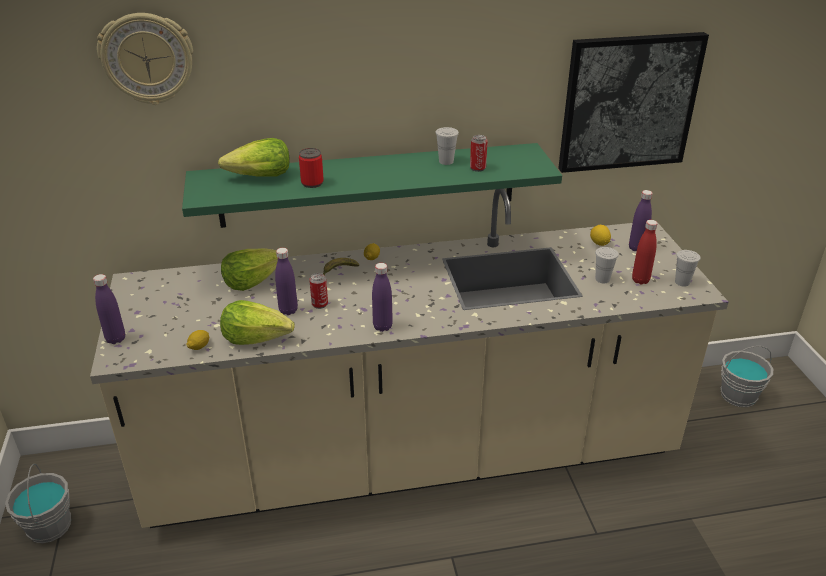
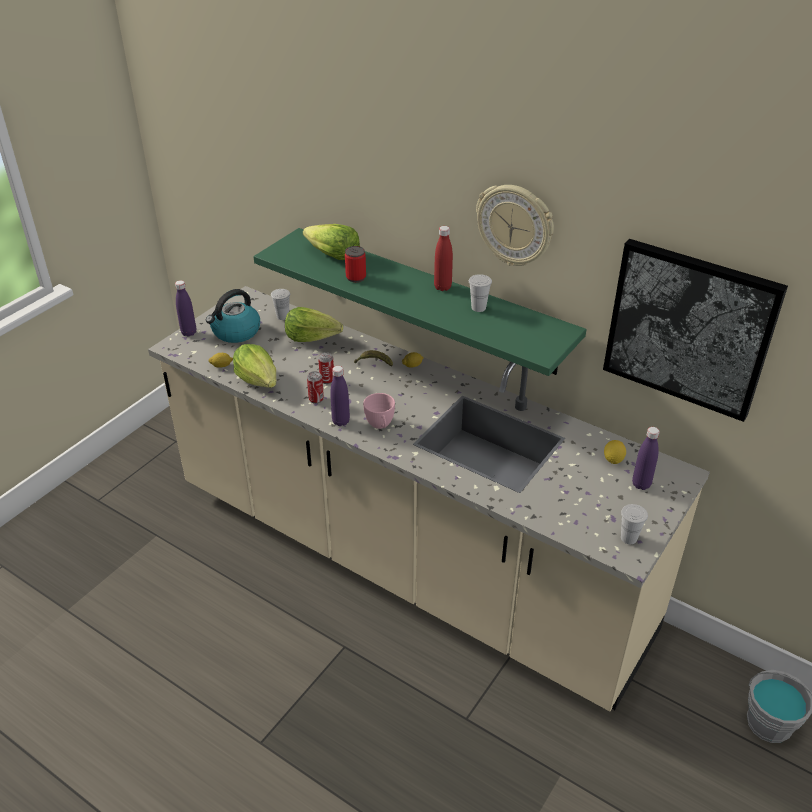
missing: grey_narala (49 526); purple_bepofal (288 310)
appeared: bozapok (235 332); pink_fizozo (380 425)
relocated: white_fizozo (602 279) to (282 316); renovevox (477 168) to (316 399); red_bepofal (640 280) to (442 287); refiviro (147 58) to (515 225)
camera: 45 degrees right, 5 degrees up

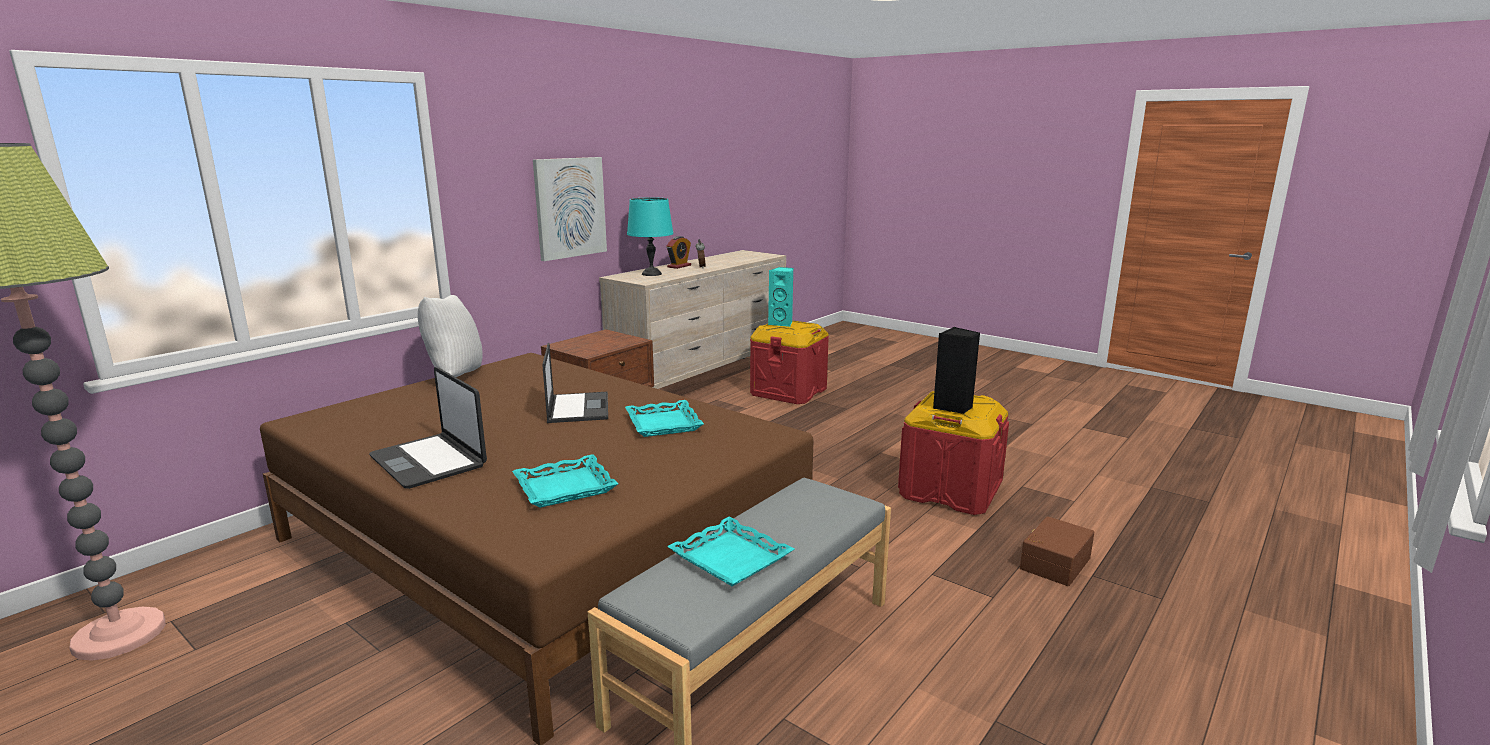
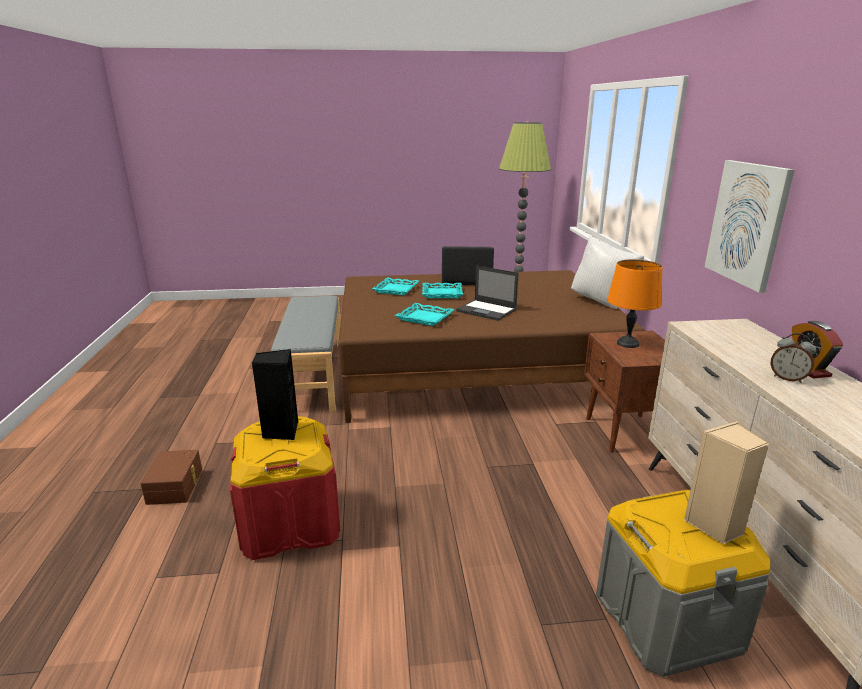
missing: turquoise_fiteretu (652 274)
appeared: orange_fiteretu (627 343)
relocated: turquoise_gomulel (730 559) to (442 293)
colour: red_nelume (788 392) to grey_nelume (666 619); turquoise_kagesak (782 323) to beige_kagesak (715 526)
camera: 135 degrees right, 5 degrees up

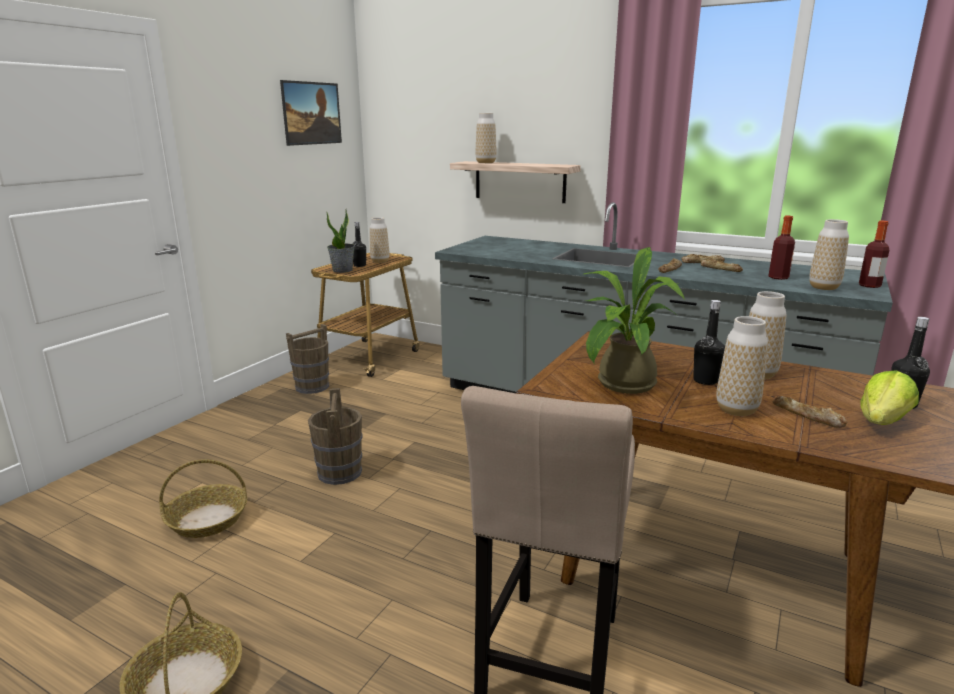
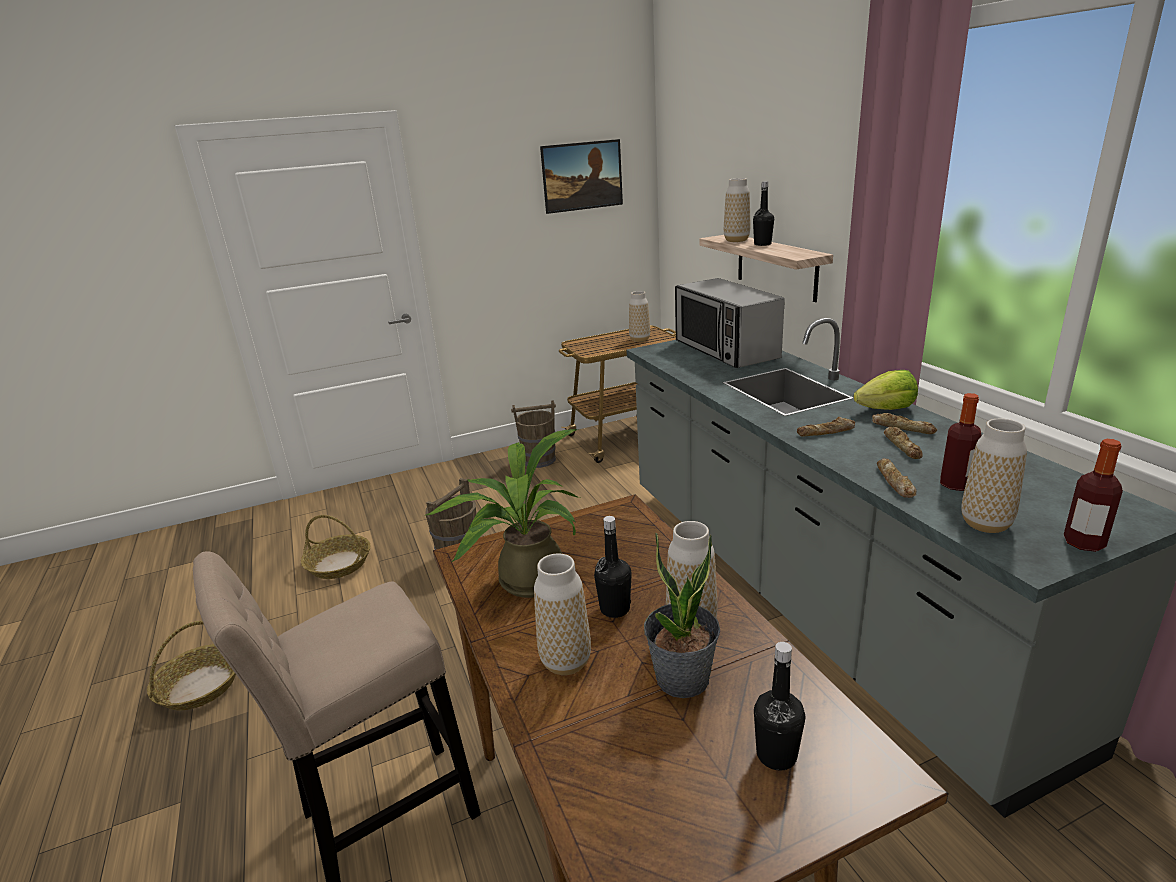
appeared: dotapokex (725 350)
relocated: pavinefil (343 270) to (682 679); black_bepofal (359 265) to (762 244); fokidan (882 422) to (886 409); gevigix (807 416) to (894 482)
camera: 40 degrees right, 5 degrees up

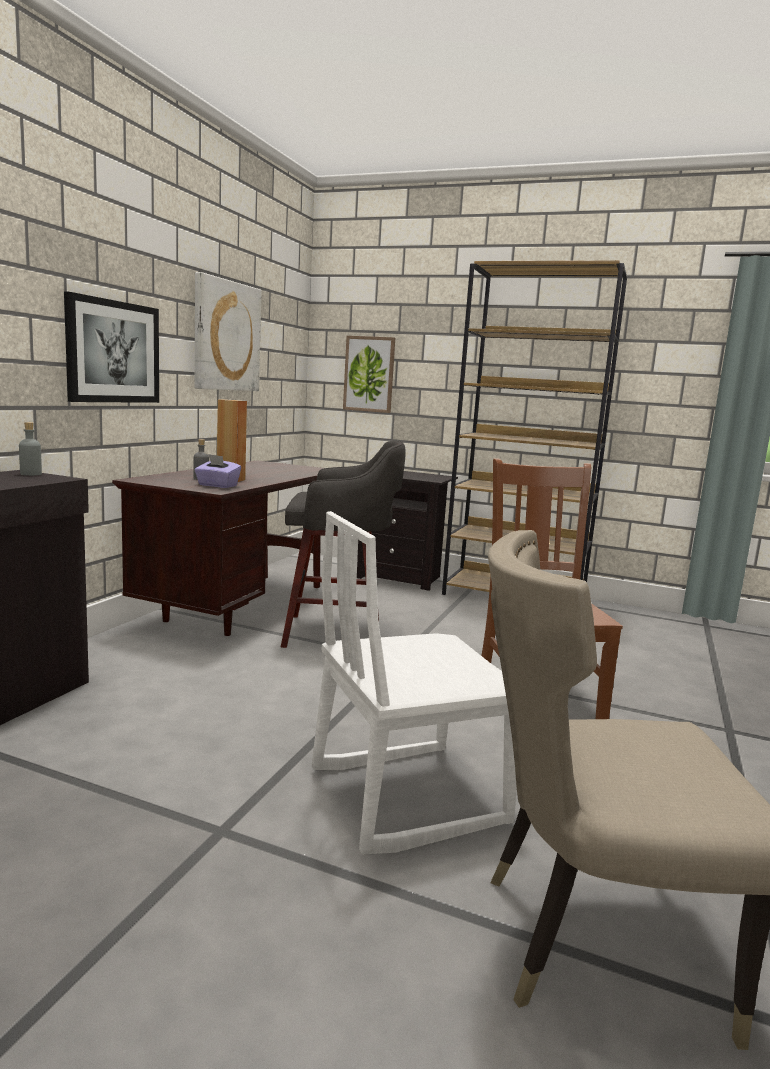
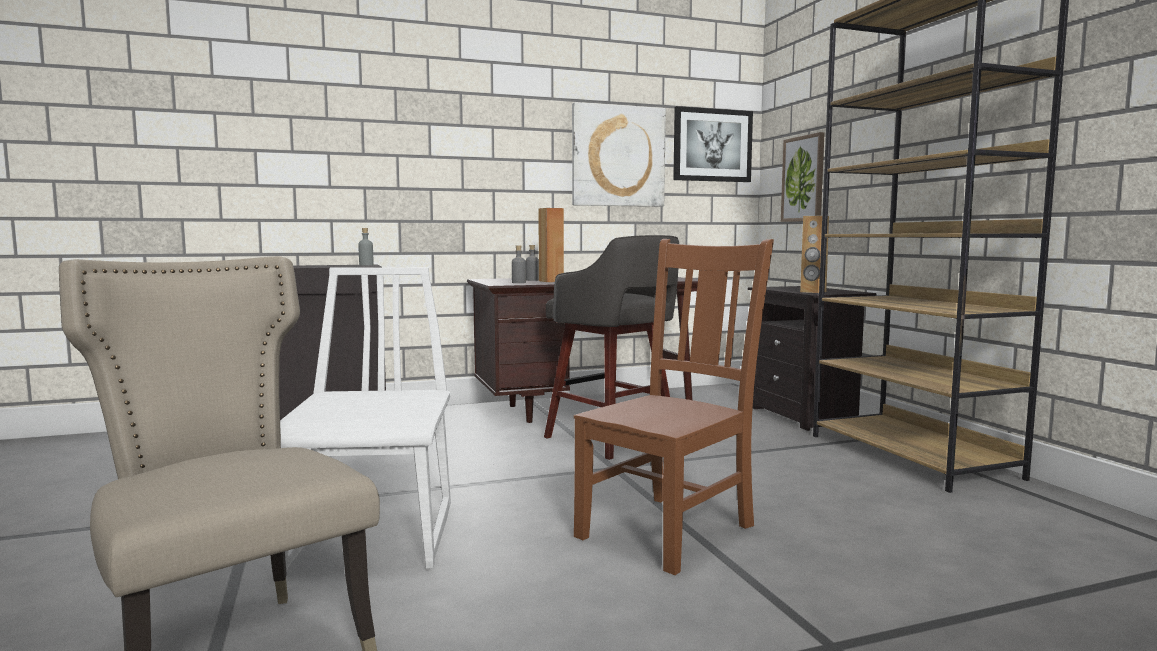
appeared: brown_kagesak (813 292)
relocated: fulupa (113 352) to (712 145)
exchanged: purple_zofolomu (217 485) to grey_bepofal (518 282)
spun: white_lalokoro (406 795) = (375 538) 60 degrees clockwise
camera: 50 degrees right, 5 degrees down

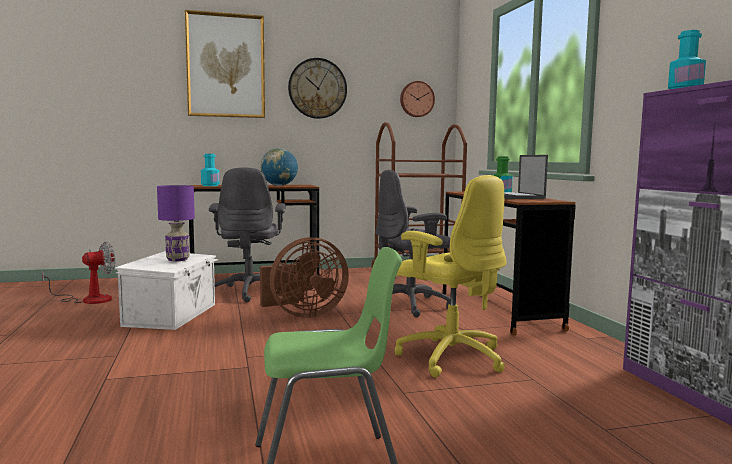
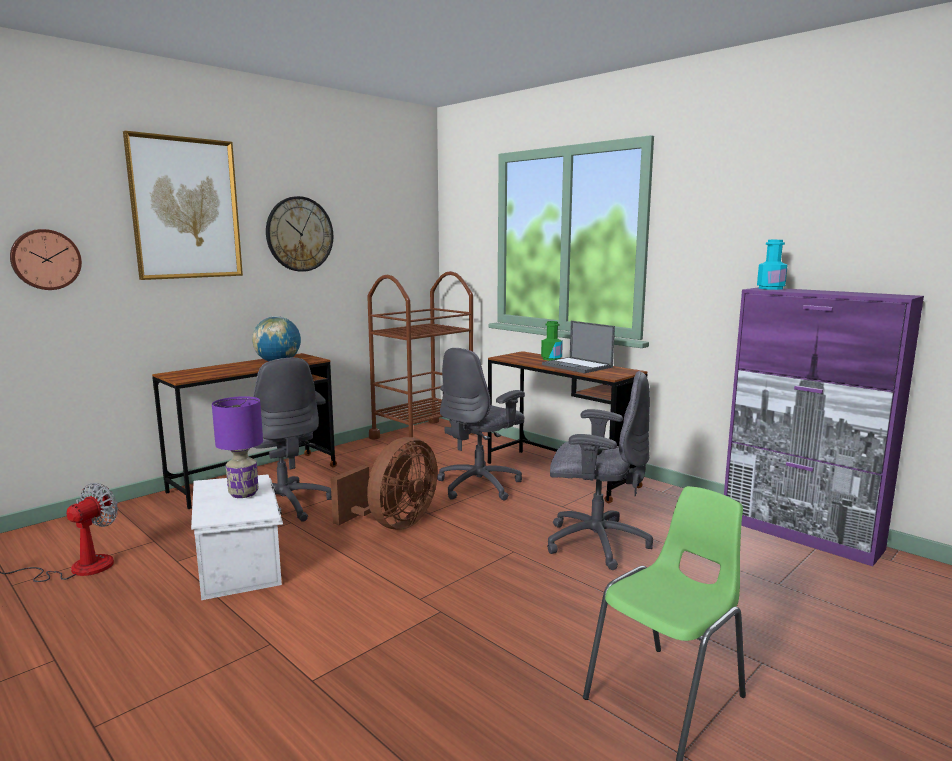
missing: turquoise_bepofal (210 185)
relocated: refiviro (416 99) to (45 259)
colour: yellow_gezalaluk (450 357) to grey_gezalaluk (594 542)
camera: 30 degrees left, 5 degrees up

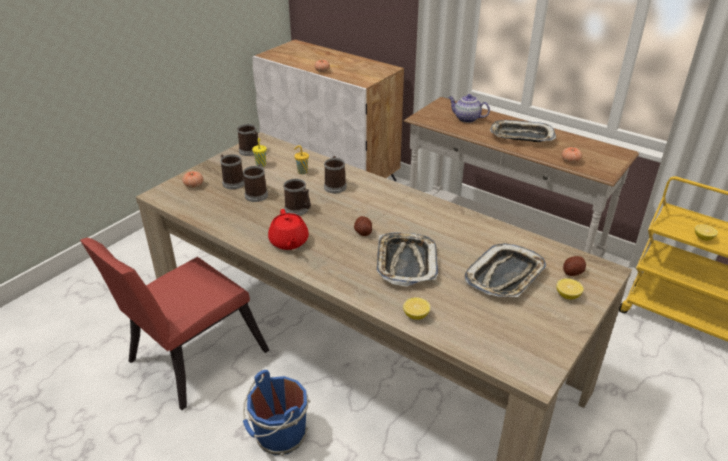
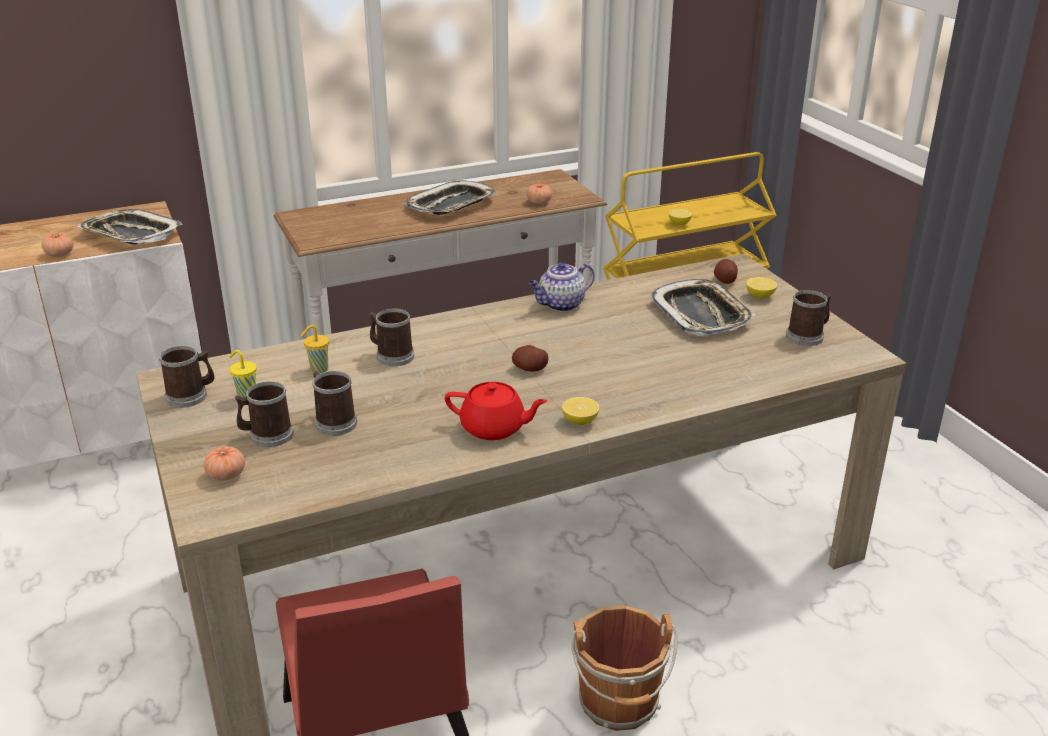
relocated: gomulel (405 263) to (131 234); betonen (466 119) to (561 305); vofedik (416 315) to (580 421); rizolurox (298 210) to (808 336)
colour: blue_narala (279 436) to brown_narala (619 704)
camera: 60 degrees left, 5 degrees down

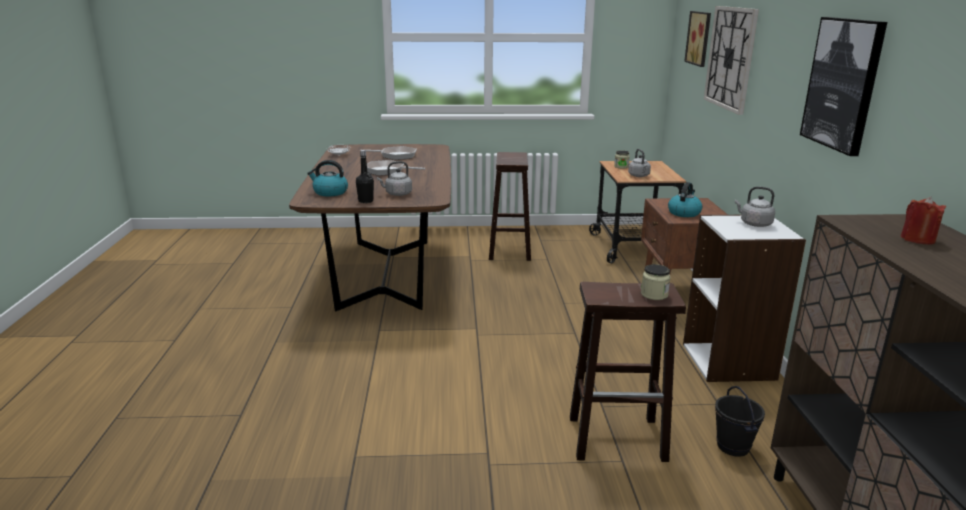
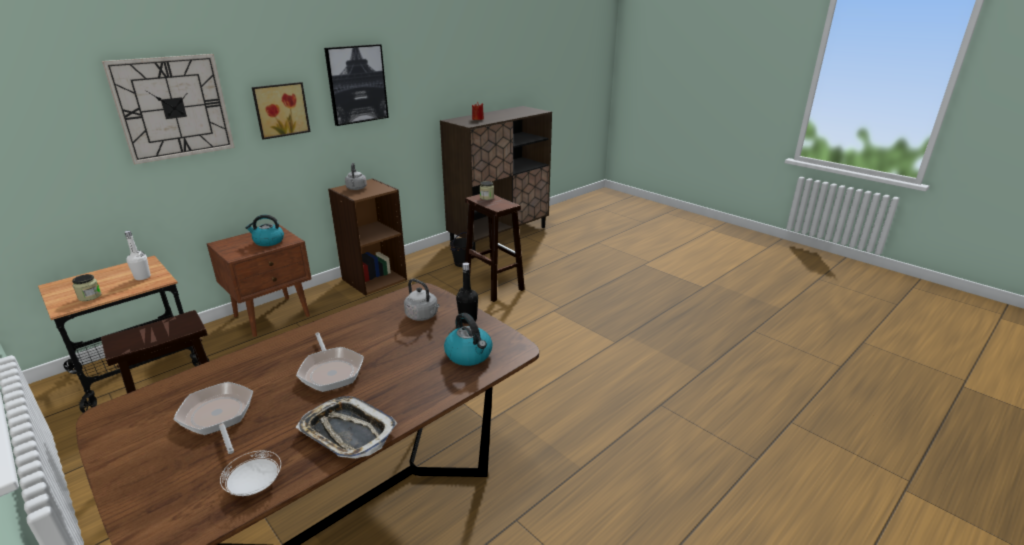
appeared: gomulel (347 432)
relocated: fulupa (700 38) to (280 110)
exchanged: grey_bozapok (639 176) to white_bepofal (142 277)
colour: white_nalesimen (729 362) to brown_nalesimen (374 279)
camera: 130 degrees left, 5 degrees up

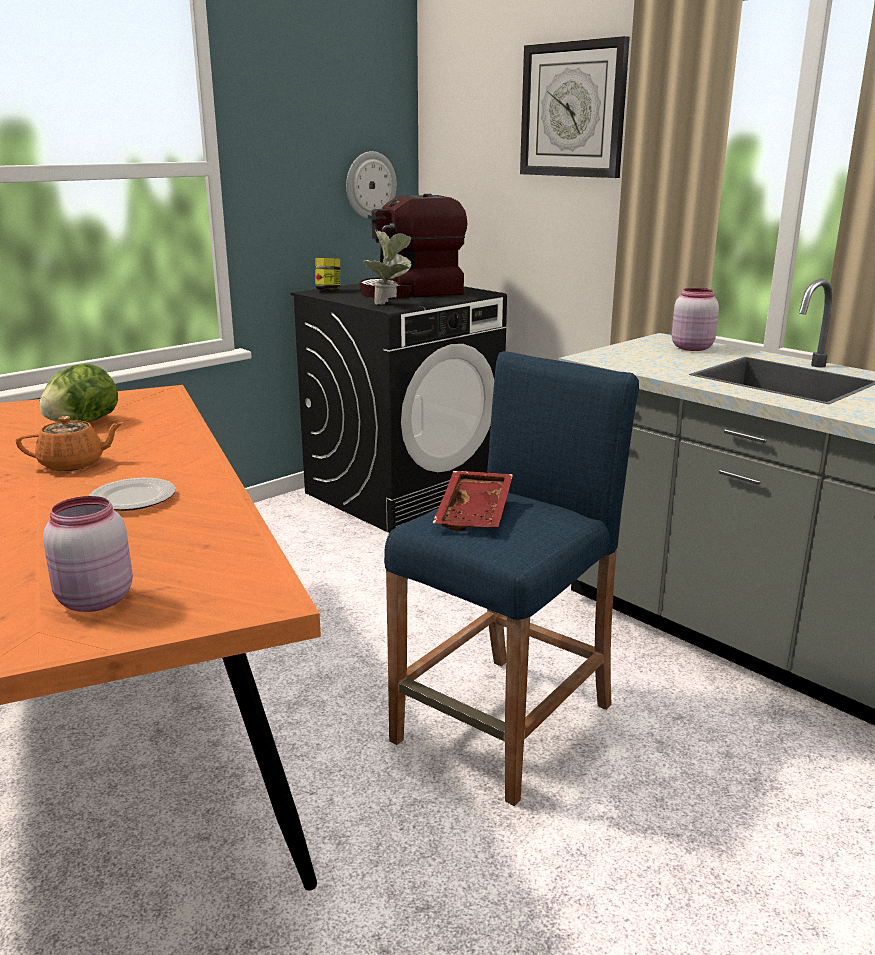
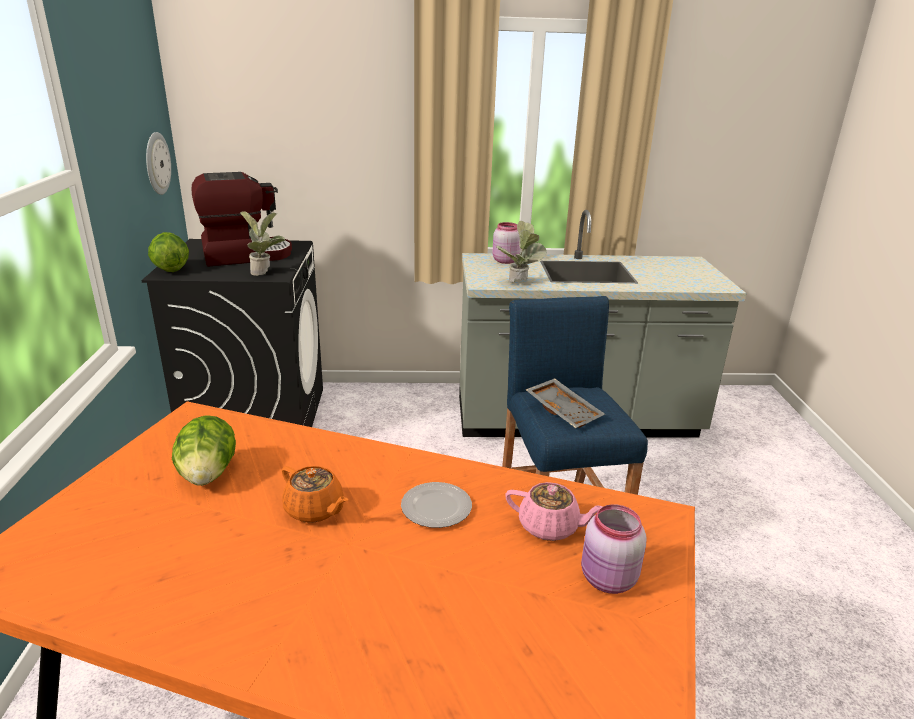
missing: refiviro (573 110)
appeared: pavinefil (519 284); pink_betonen (550 527)
exchanged: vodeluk (328 290) to fokidan (170 269)
colour: red_gomulel (476 513) to grey_gomulel (564 411)
spun: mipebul (412 292) = (245 255) 135 degrees counterclockwise; orange_betonen (73 464) = (315 510) 105 degrees clockwise
camera: 50 degrees left, 5 degrees up

